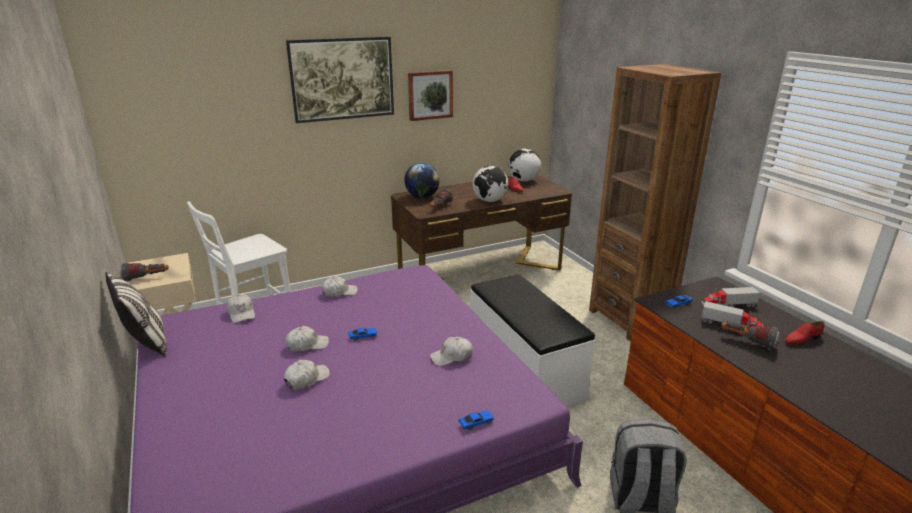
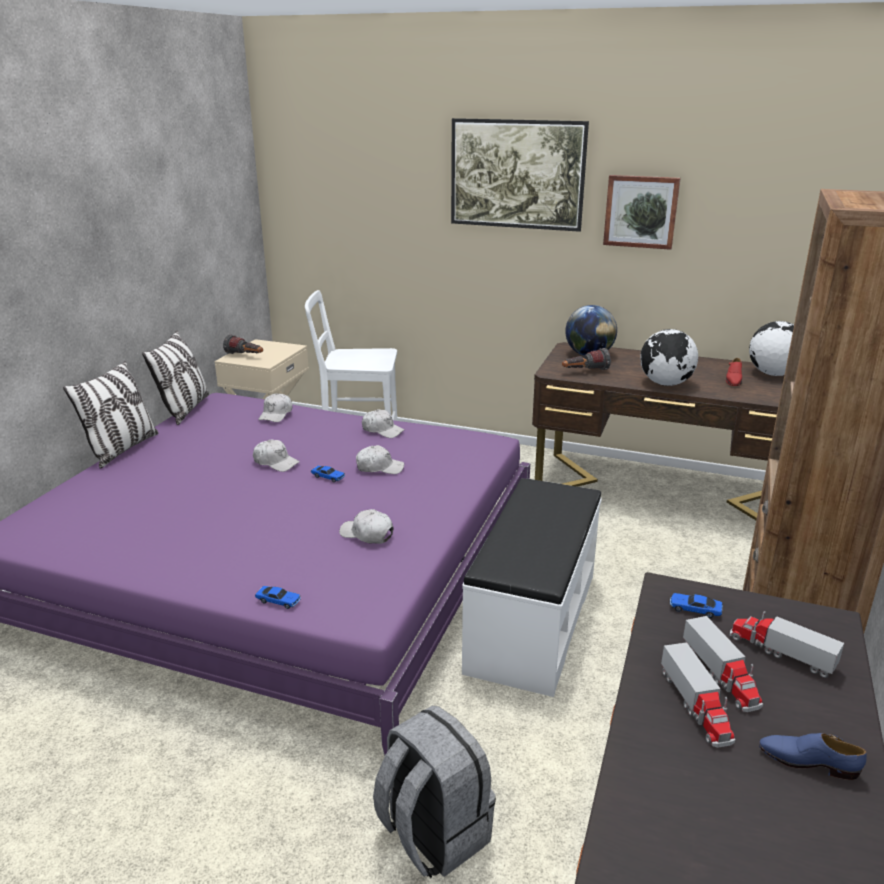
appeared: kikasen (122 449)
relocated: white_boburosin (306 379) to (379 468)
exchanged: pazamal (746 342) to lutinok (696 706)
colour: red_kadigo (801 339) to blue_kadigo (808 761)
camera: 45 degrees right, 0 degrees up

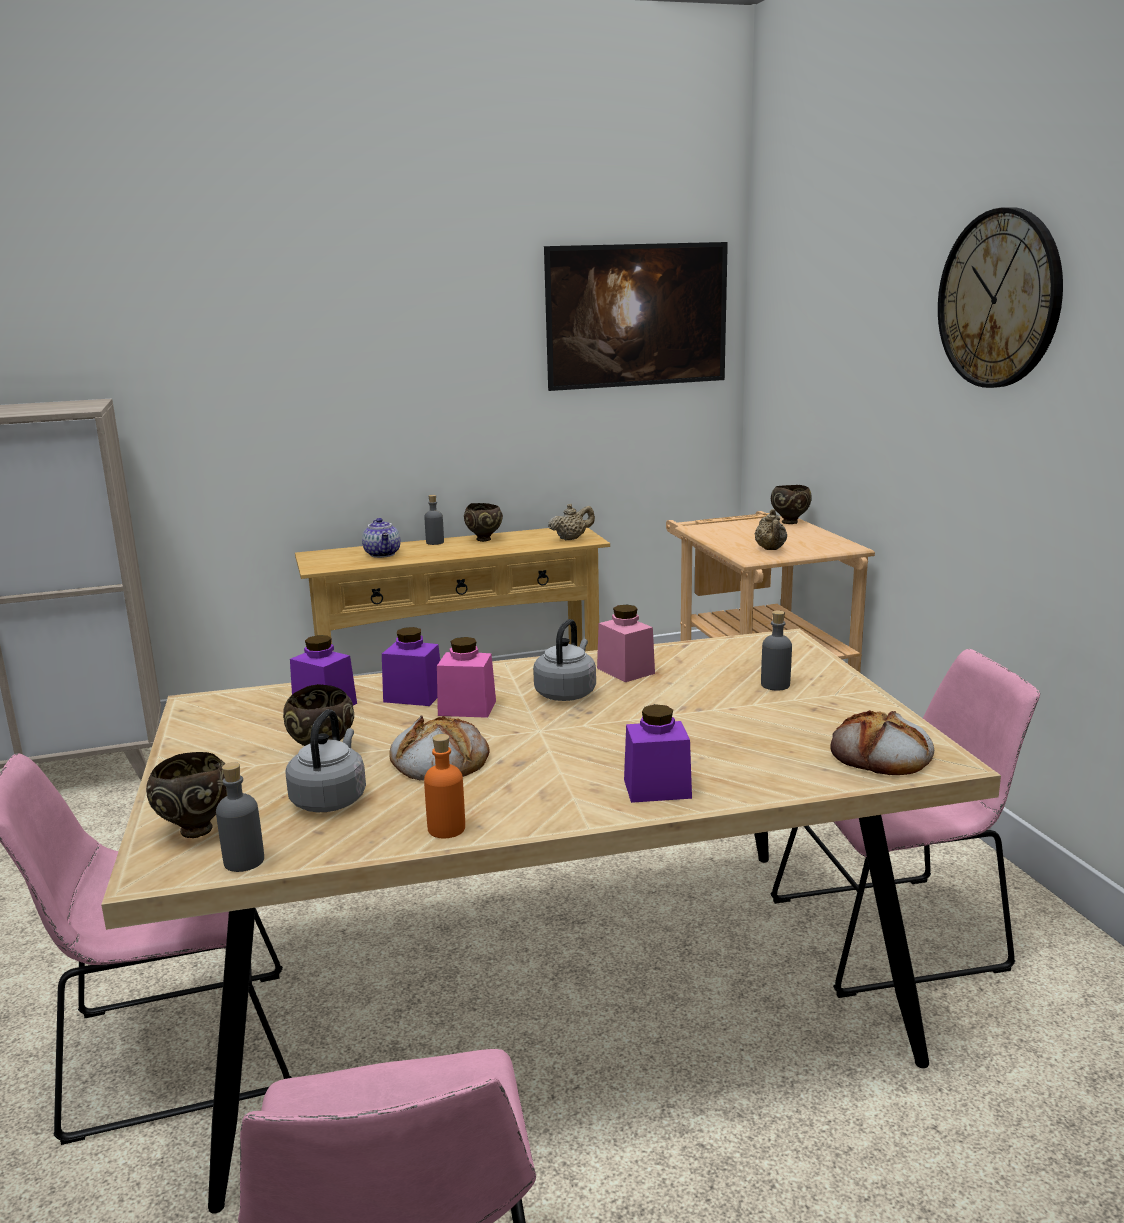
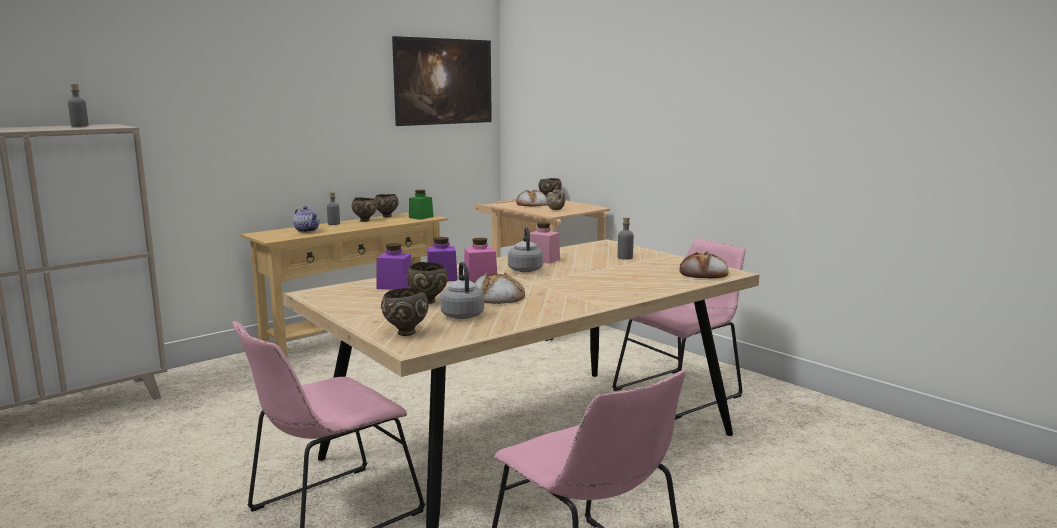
missing: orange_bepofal (446 829); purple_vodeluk (657 789); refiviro (999 299)
appeared: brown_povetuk (386 216); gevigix (531 204)
relocated: grey_bepofal (244 861) to (79 126)
exchanged: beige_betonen (571 539) to green_vodeluk (421 217)
camera: 25 degrees left, 5 degrees down

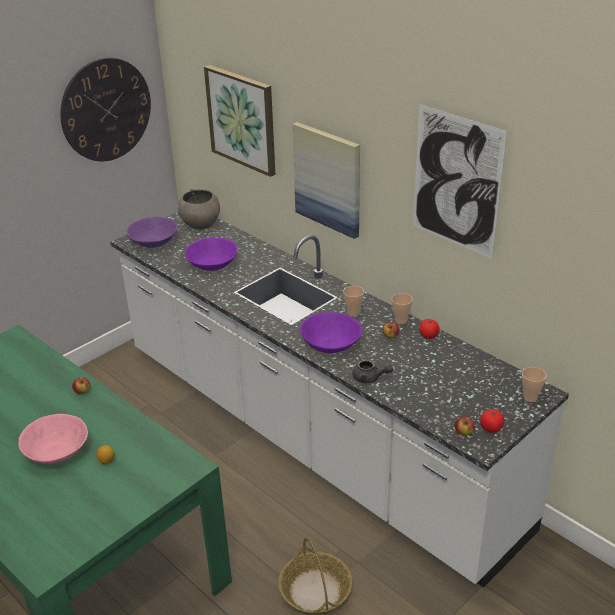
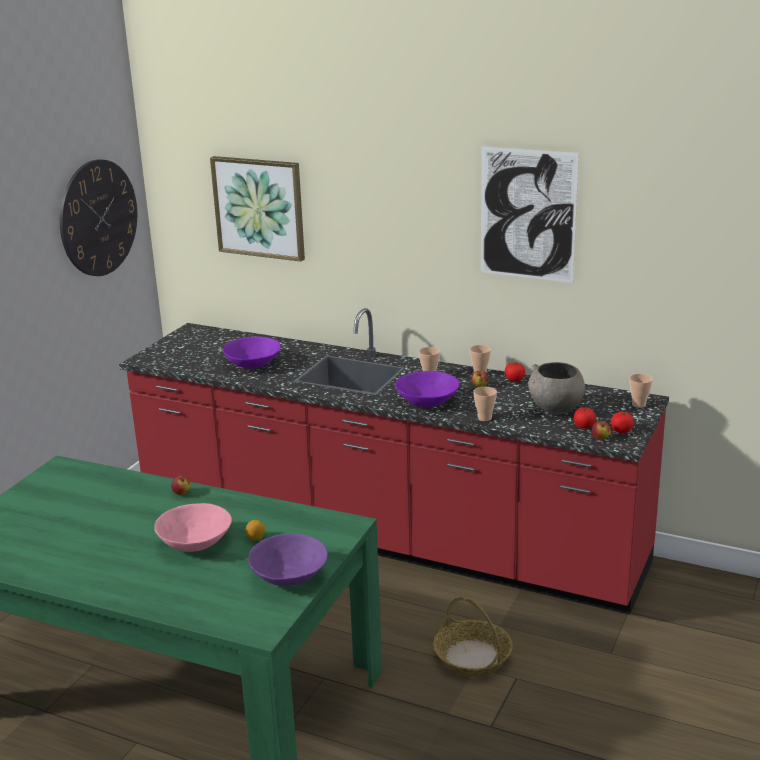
missing: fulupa (328 179)
appeared: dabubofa (584 426)
relocated: purple_povetuk (154 243) to (289 577); grey_povetuk (200 225) to (555 409)
exchanged: grey_betonen (370 378) to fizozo (484 418)
colour: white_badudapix (311 435) to red_badudapix (385 536)
camera: 20 degrees left, 10 degrees down

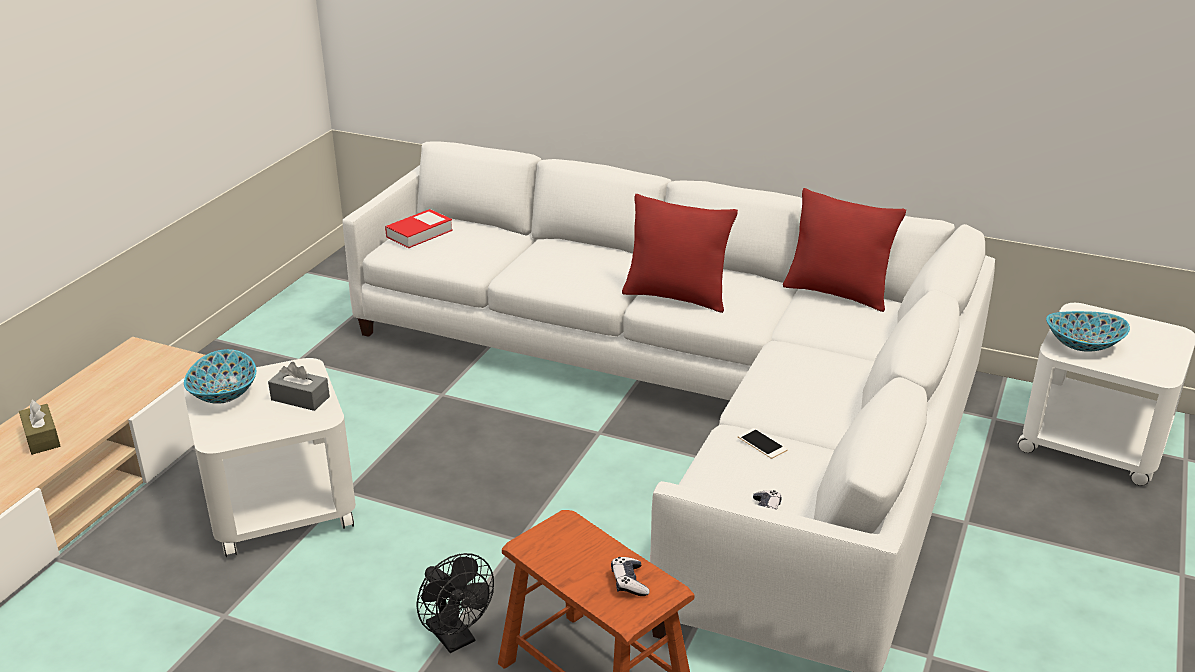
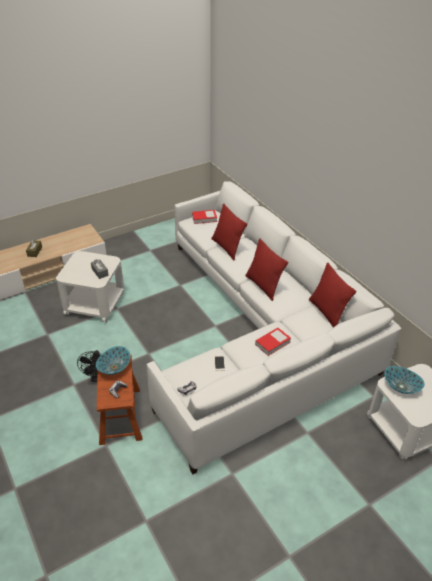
appeared: red_kikasen (227 247); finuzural (272 343)
relocated: povetuk (224 394) to (114 367)
camera: 35 degrees right, 10 degrees up

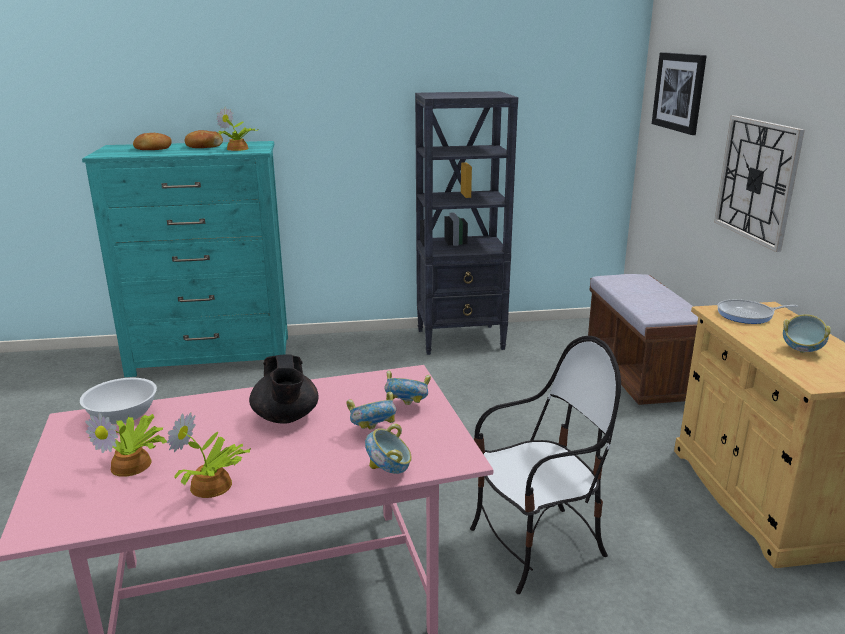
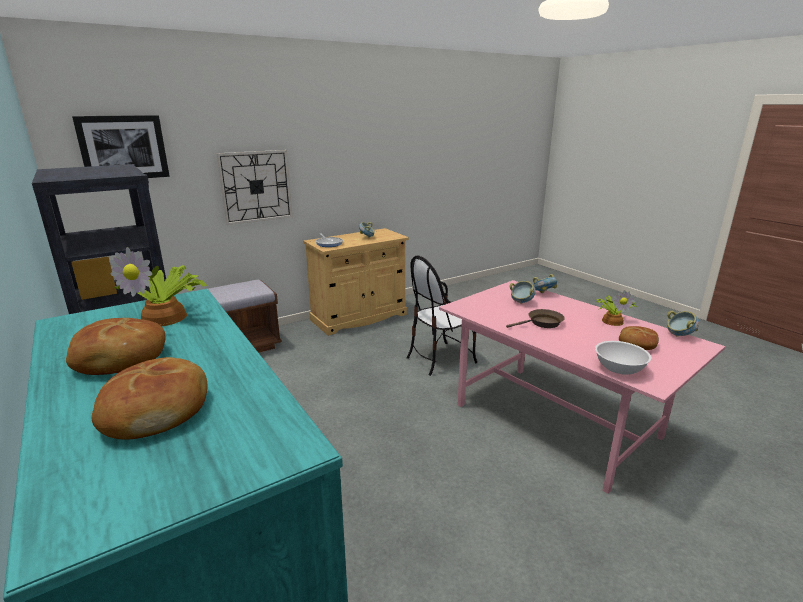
relocated: povetuk (407 407) to (679 335)
exchanged: black_betonen (286 418) to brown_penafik (542 323); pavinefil (134 464) to gevigix (637 344)
spun: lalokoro (537 546) = (441 358) 75 degrees counterclockwise
camera: 115 degrees left, 0 degrees up

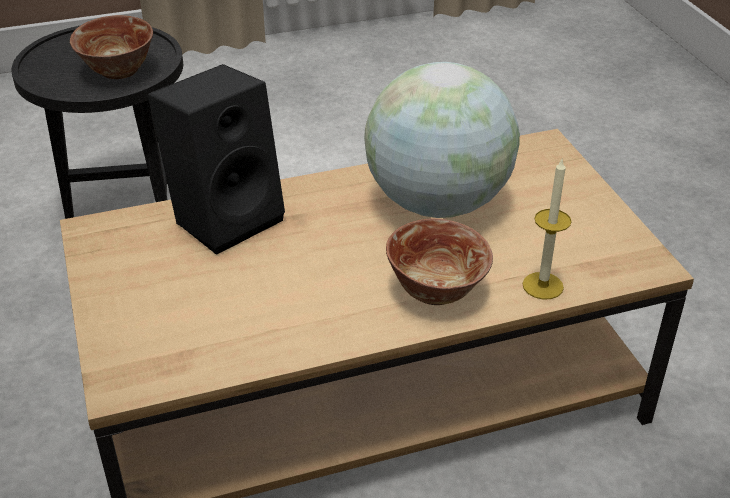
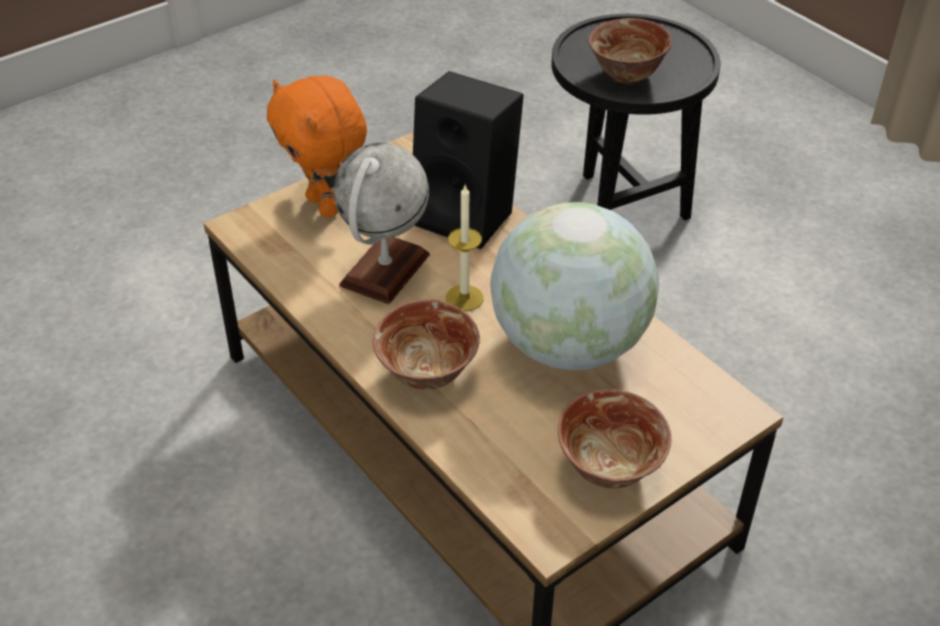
appeared: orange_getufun (325 205); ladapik (385 270); povetuk (609 468)
relocated: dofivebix (542 286) to (464 298)
camera: 70 degrees right, 5 degrees up

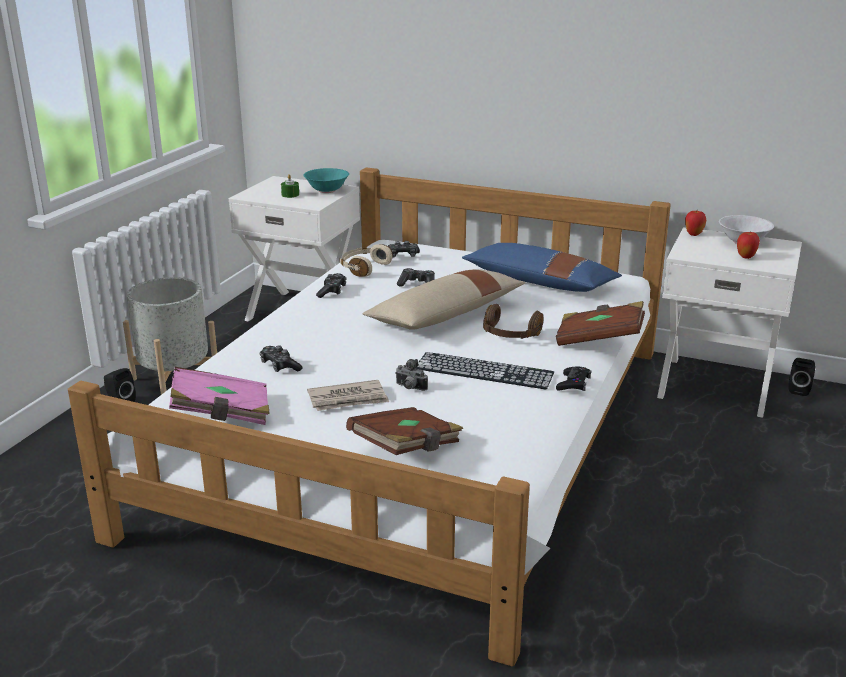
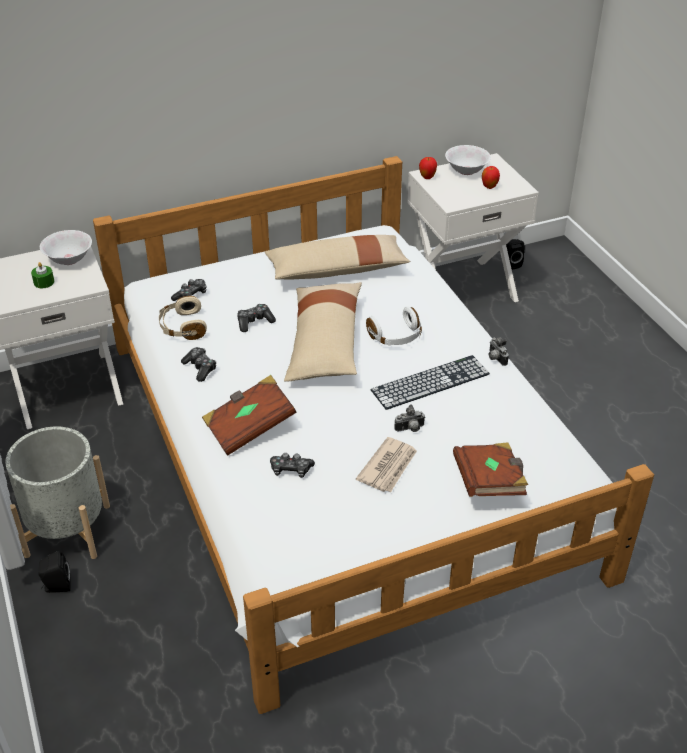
missing: pink_finuzural (221 414)
relocated: brown_finuzural (599 340) to (249 427)
exchanged: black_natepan (573 384) to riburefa (495 358)
colour: turquoise_povetuk (326 190) to white_povetuk (69 259); blue_kikasen (540 282) to beige_kikasen (337 270); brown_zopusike (510 335) to white_zopusike (396 337)
camera: 45 degrees left, 15 degrees up

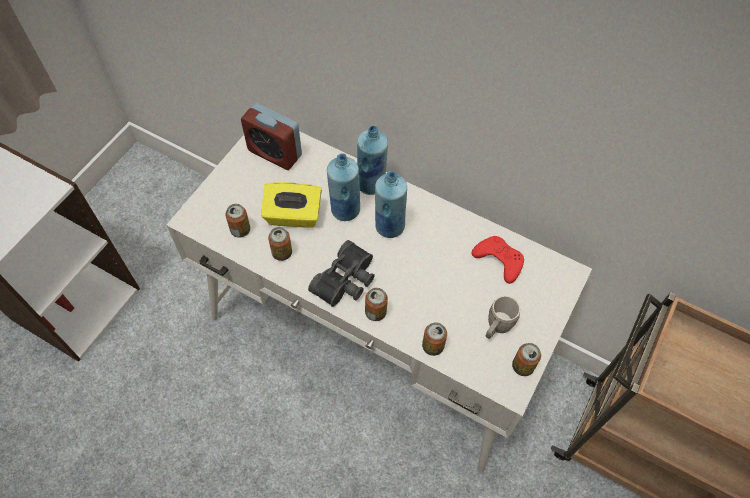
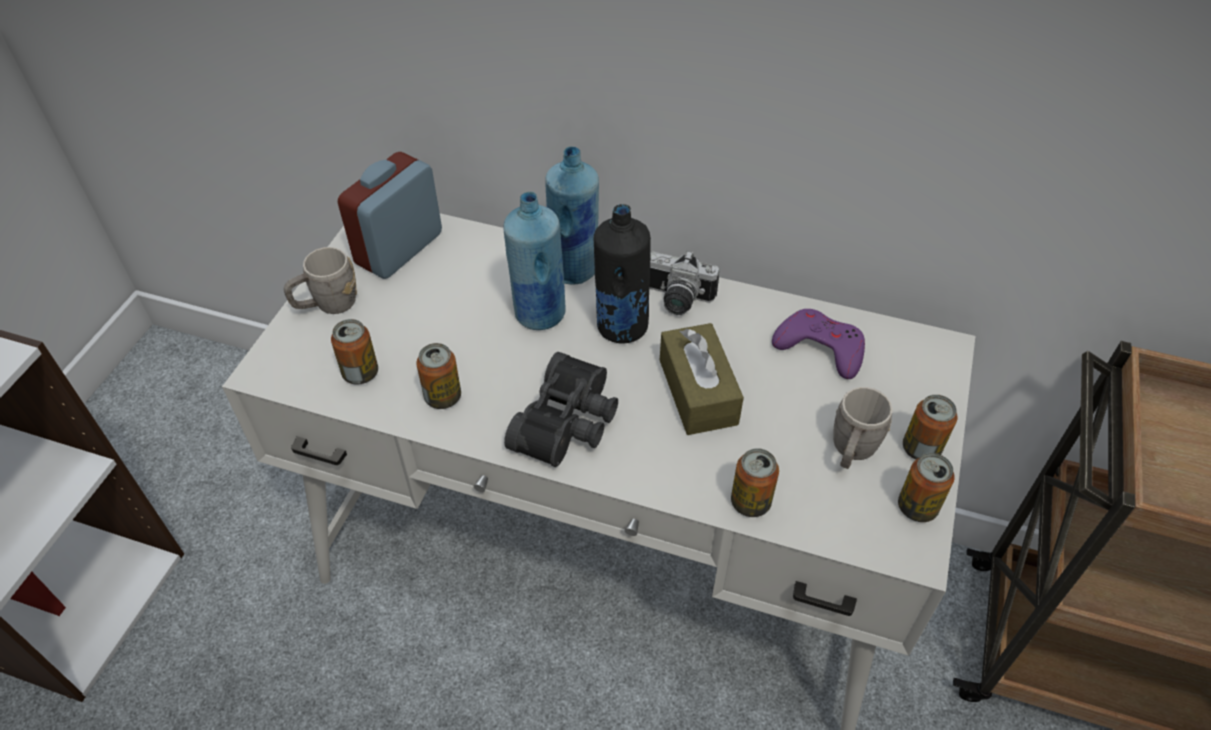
missing: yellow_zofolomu (293 216)
appeared: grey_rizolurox (327 305); riburefa (676 300); brown_zofolomu (698 391)
relocated: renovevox (375 312) to (921 449)
colour: blue_bepofal (389 226) to black_bepofal (621 327); red_natepan (499 260) to purple_natepan (820 347)
spun: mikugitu (275 153) = (399 249) 105 degrees clockwise
camera: 10 degrees left, 10 degrees down

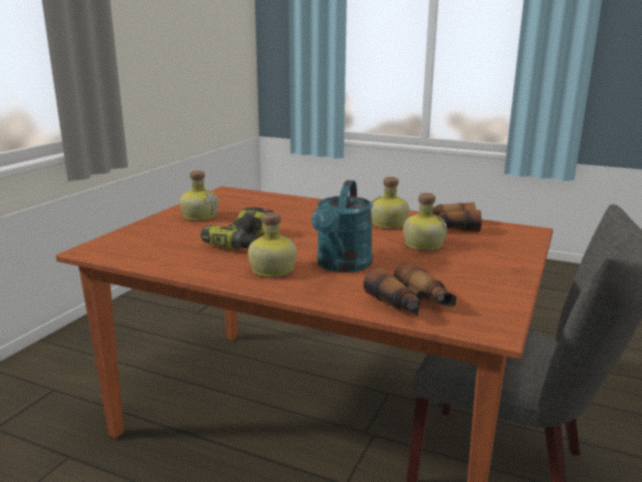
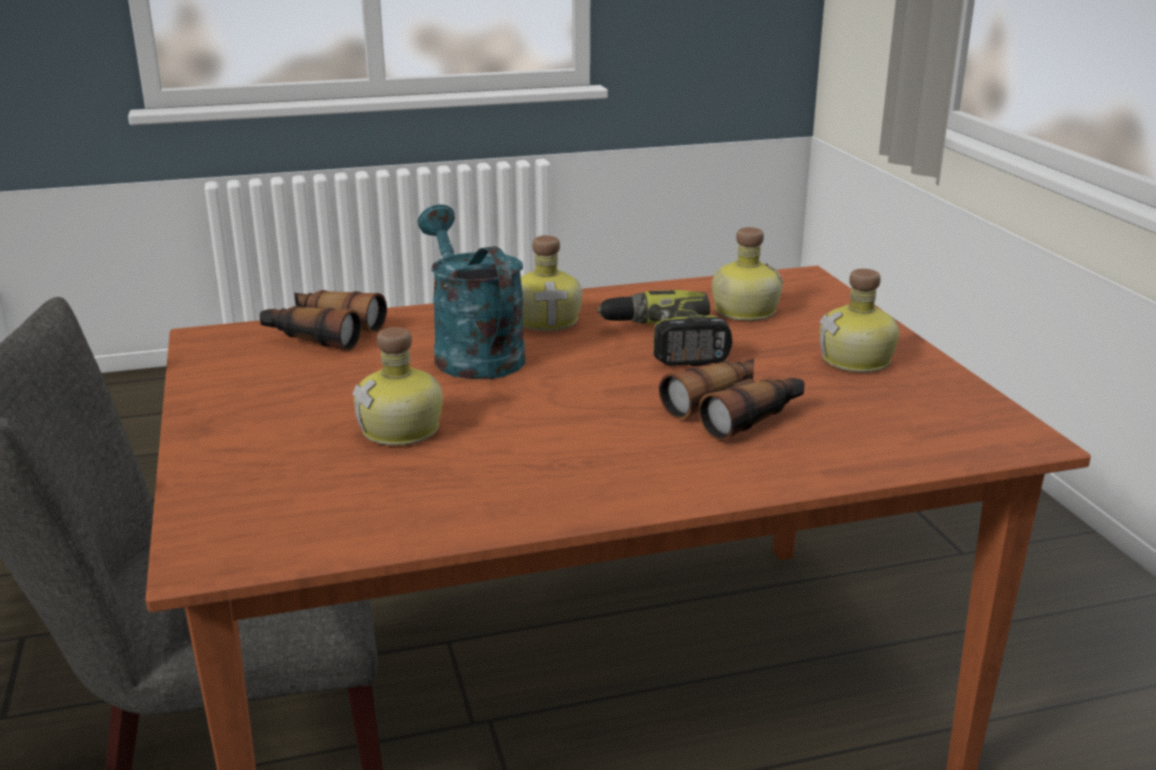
relocated: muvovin (448 226) to (735 412); bepofal (389 224) to (743 311)
camera: 140 degrees right, 5 degrees up

